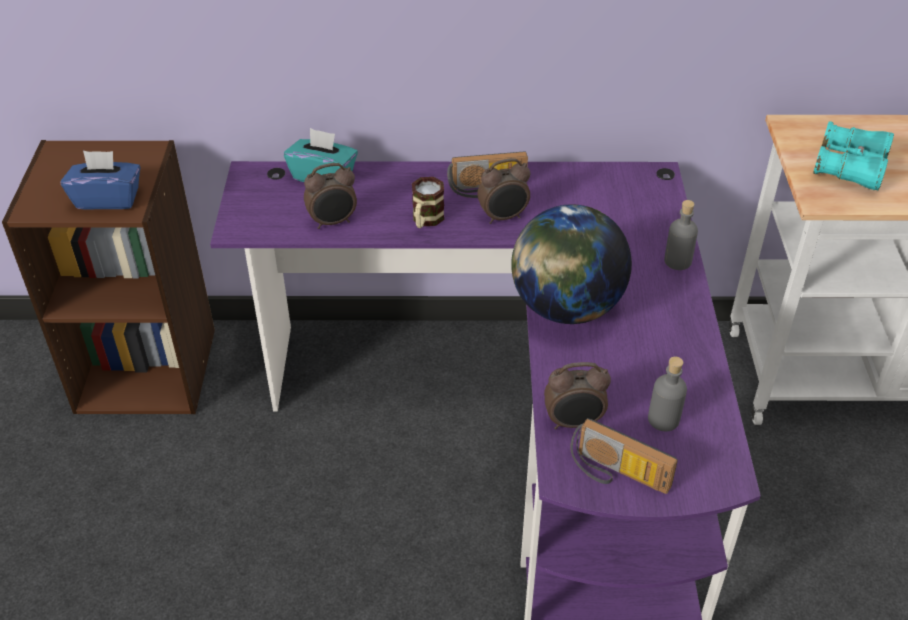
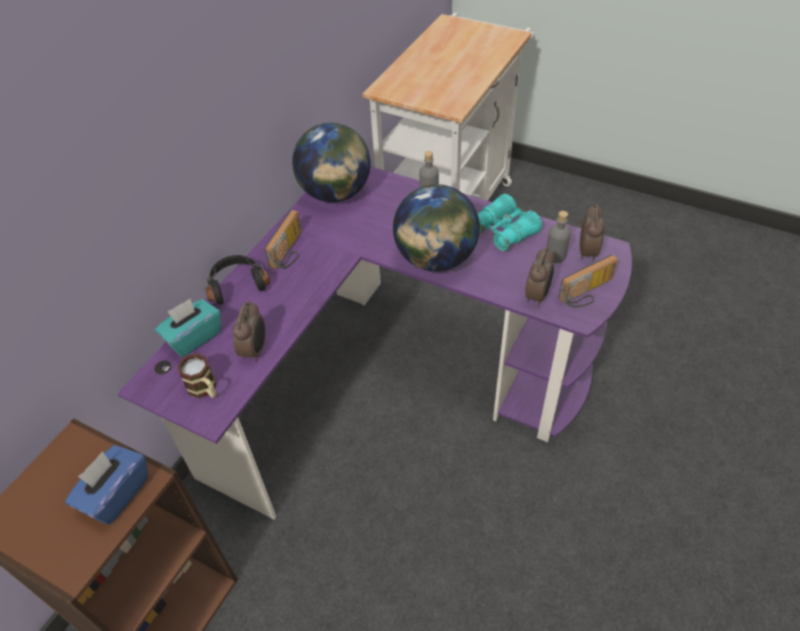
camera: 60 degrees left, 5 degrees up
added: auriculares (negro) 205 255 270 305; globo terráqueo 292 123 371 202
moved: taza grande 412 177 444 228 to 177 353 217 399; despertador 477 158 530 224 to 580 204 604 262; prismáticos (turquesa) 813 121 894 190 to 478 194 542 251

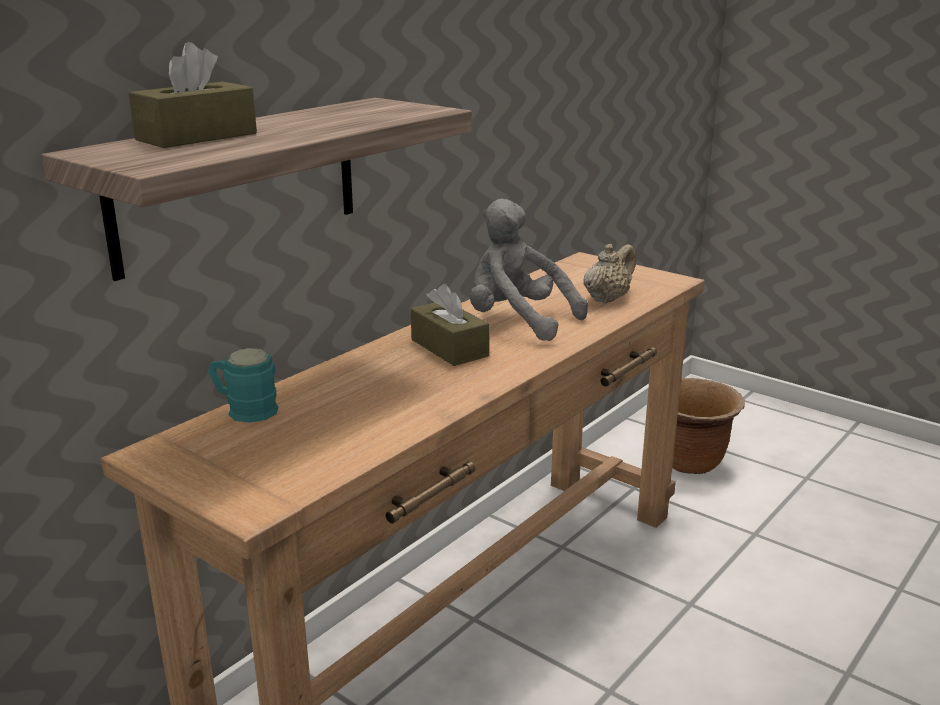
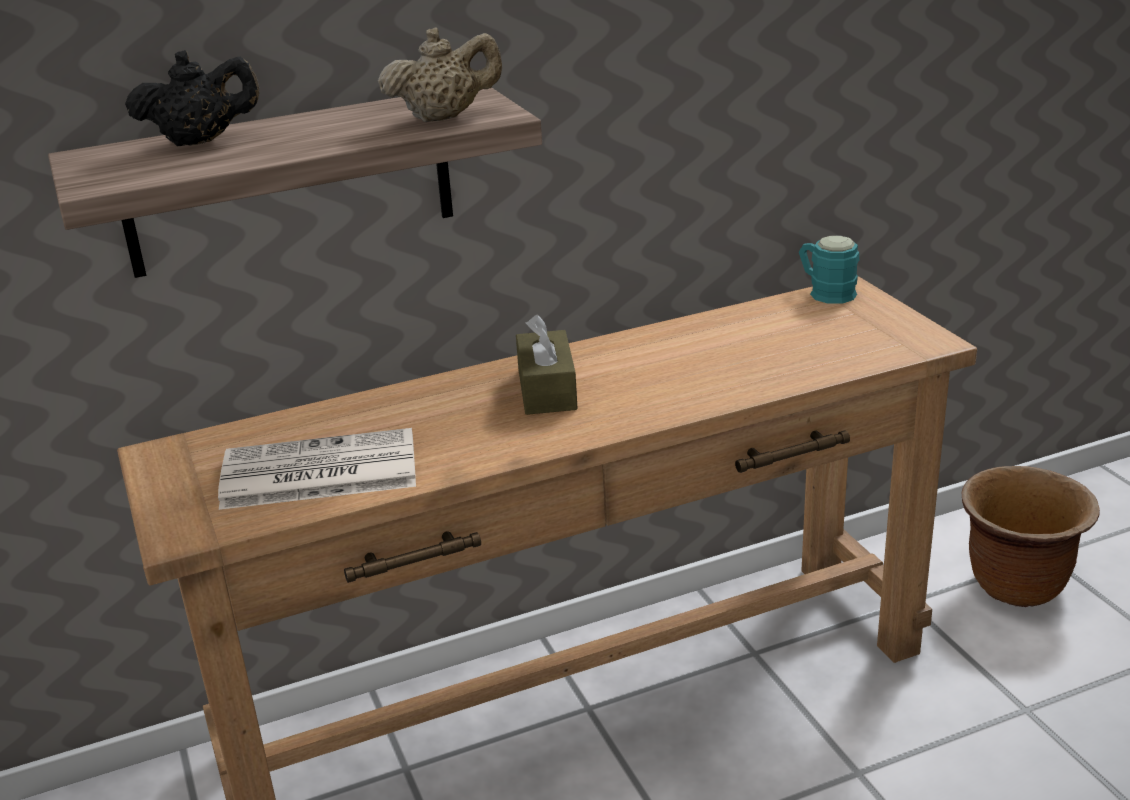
camera: 30 degrees right, 5 degrees up
removed: peluche (gris) 470 199 588 341
added: periódico 218 428 416 510
moved: taza grande (turquesa) 208 348 278 423 to 799 236 859 304; tetera (beis) 583 244 636 304 to 378 27 502 122
replaced: caja de pañuelos (marrón) 129 42 257 148 to tetera (negro) 125 50 259 146

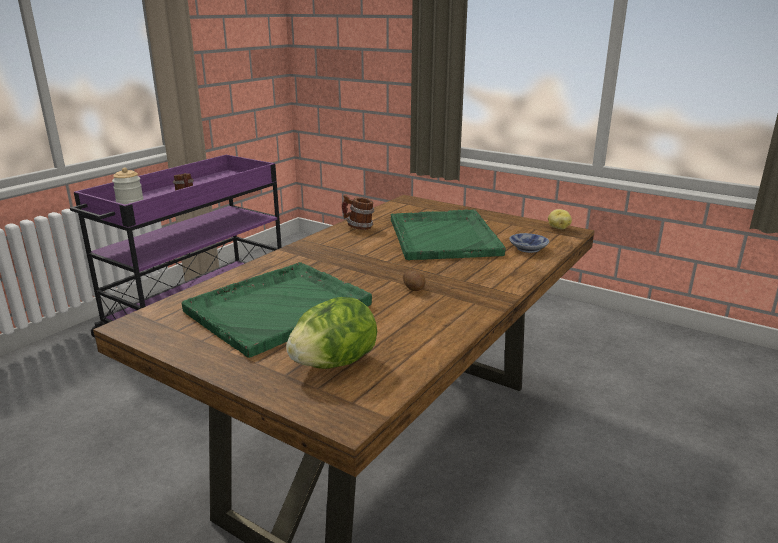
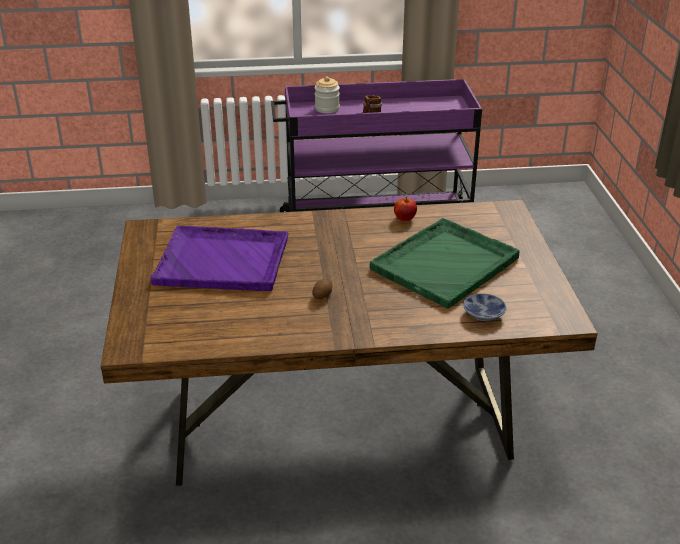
camera: 50 degrees right, 10 degrees up
removed: lechuga 286 297 377 369; patata 548 209 572 230
replaced: taza grande 342 195 375 230 to manzana 394 197 417 221
recoloured: bandeja (verde) 182 262 372 358 to bandeja (morado) 150 226 289 291

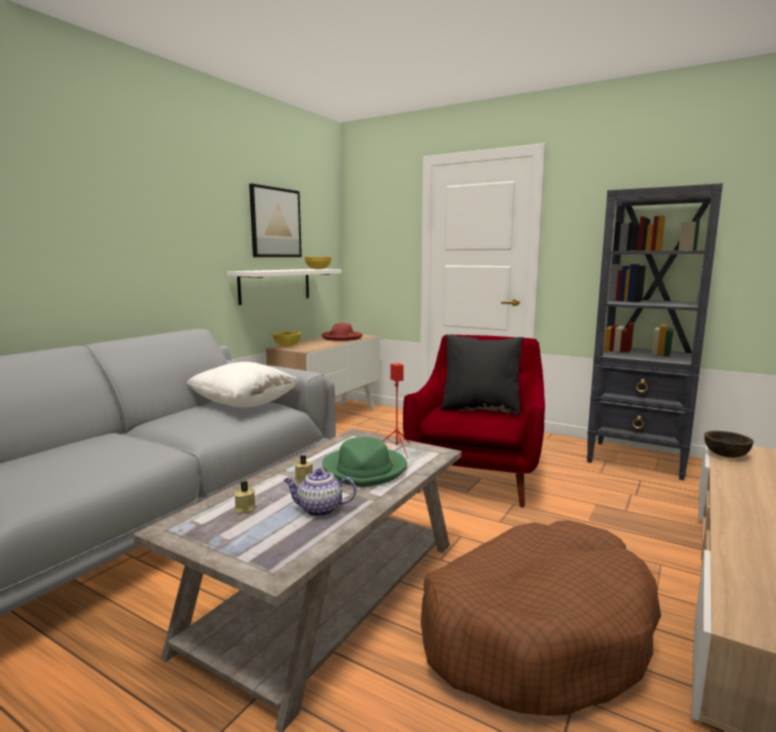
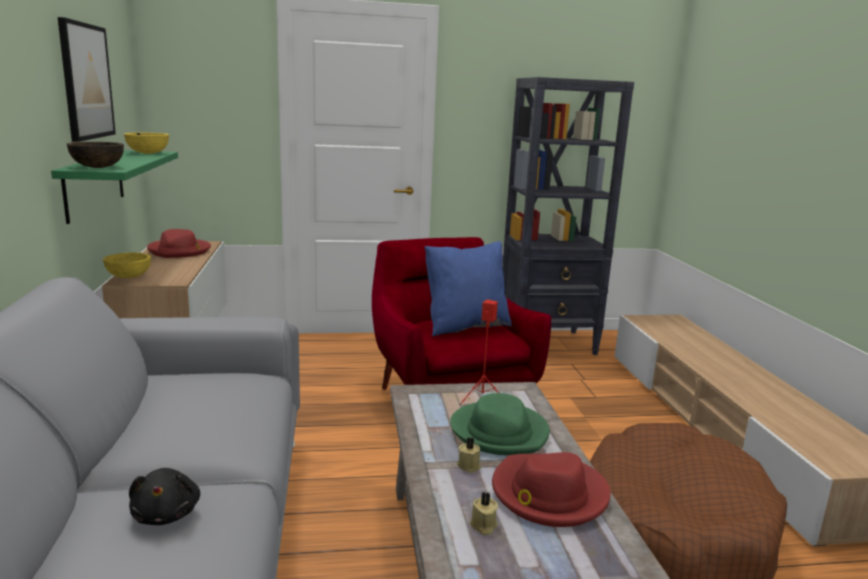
camera: 40 degrees left, 5 degrees up
removed: cojín (blanco) 186 362 299 408
added: peluche (negro) 129 468 200 525
moved: cuenco (marrón) 704 431 754 458 to 67 142 124 168
replaced: tetera 283 469 356 517 to sombrero (rojo) 492 452 610 527
recoloured: estante (blanco) 227 269 341 305 to estante (verde) 51 150 178 224; cojín (negro) 440 334 523 415 to cojín (azul) 425 241 512 336

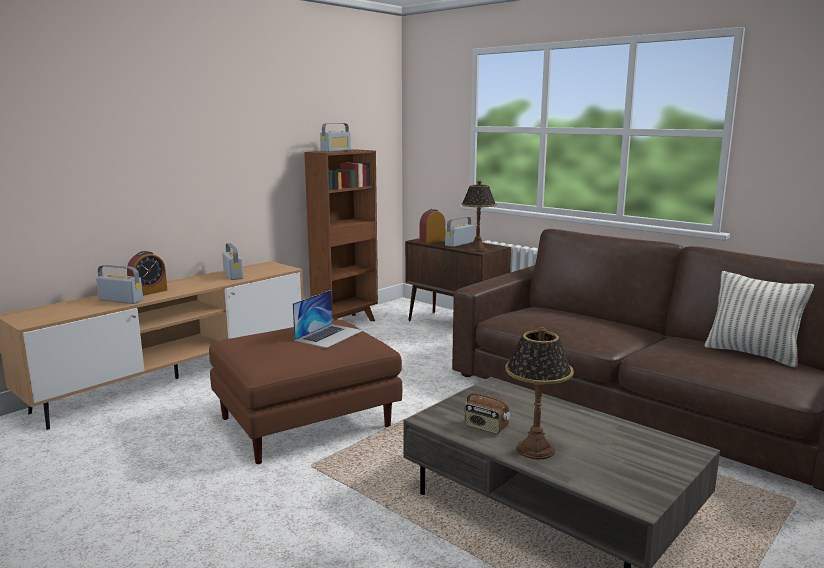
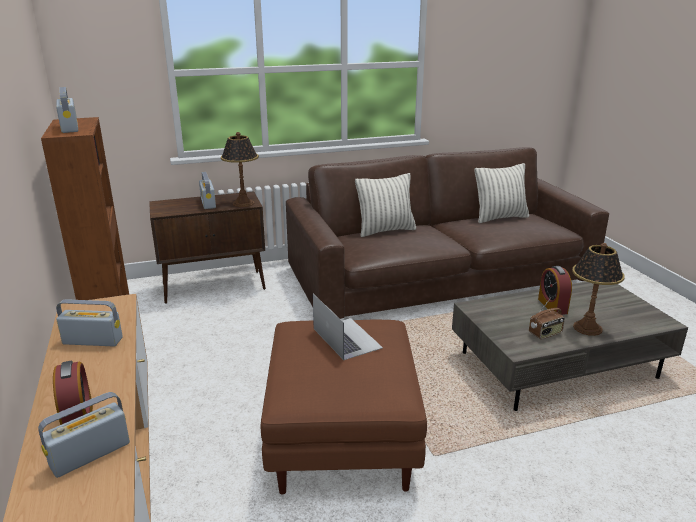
camera: 60 degrees left, 10 degrees up
added: cojín 355 173 416 237
moved: despertador 419 209 445 244 to 538 266 572 315

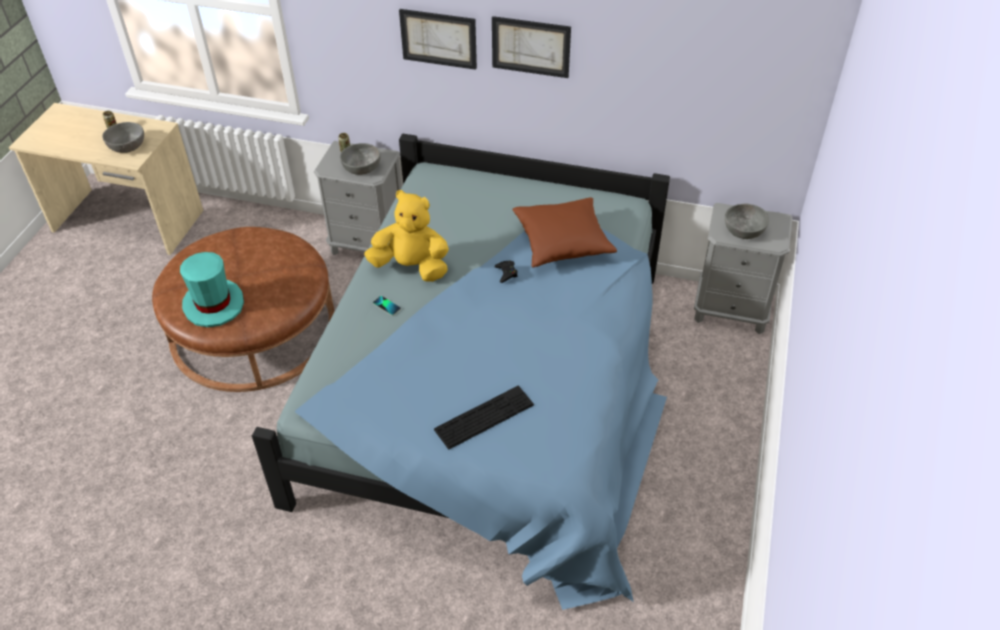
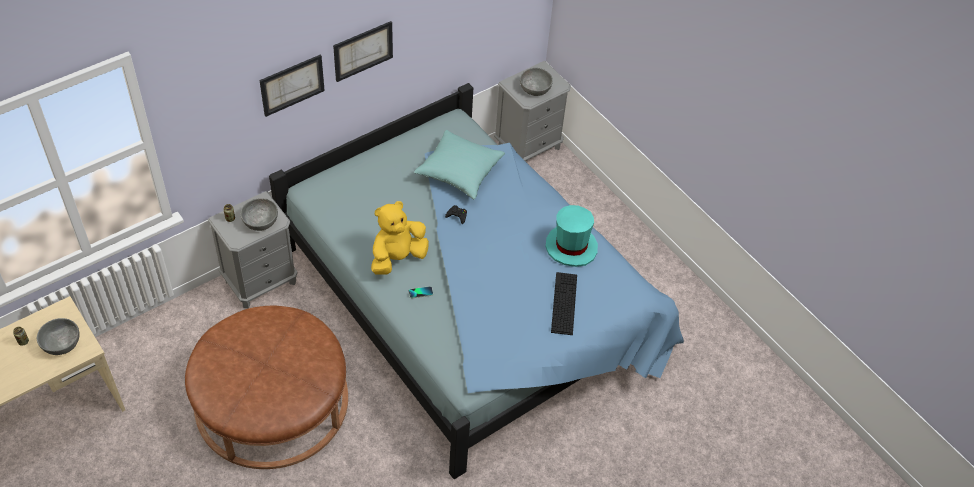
camera: 55 degrees left, 5 degrees up
moved: sombrero (turquesa) 180 252 244 327 to 546 205 598 267
recoloured: cojín (marrón) 512 198 617 267 to cojín (turquesa) 414 130 505 199

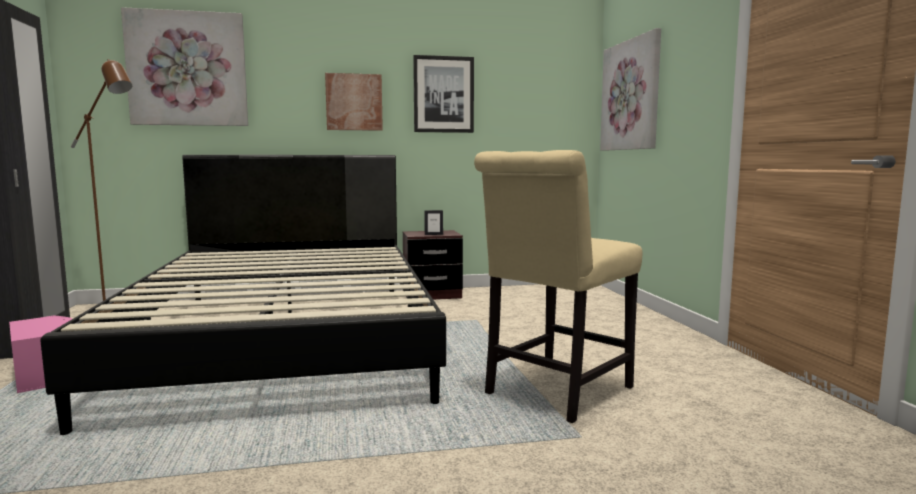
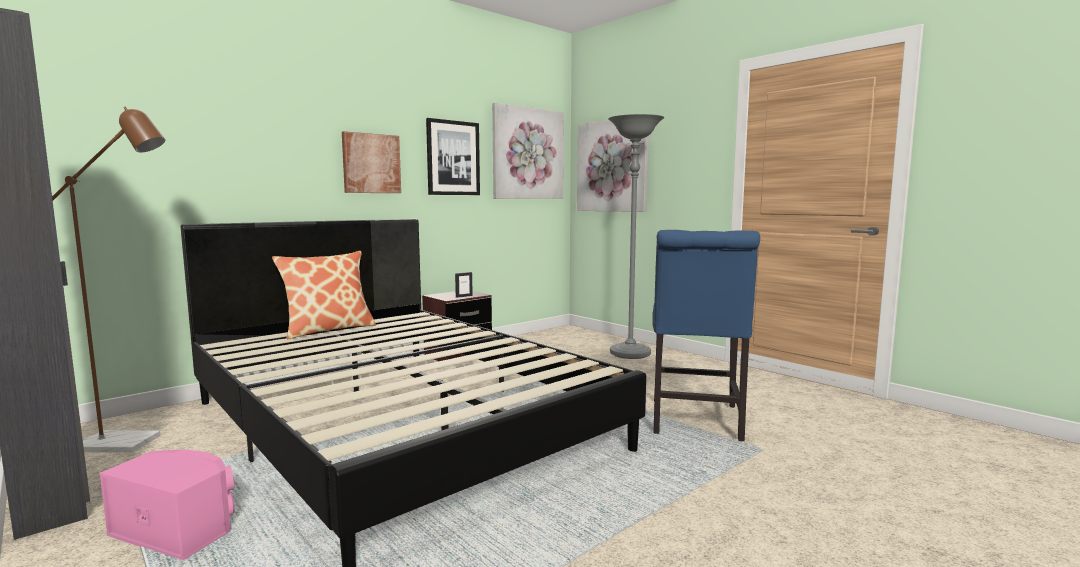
camera: 30 degrees left, 0 degrees up
added: cojín 272 251 376 339; lámpara de pie (gris) 608 114 664 359
moved: cuadro 121 7 248 126 to 492 103 564 199
recoloured: silla (beis) 474 150 643 423 to silla (azul) 653 230 760 441

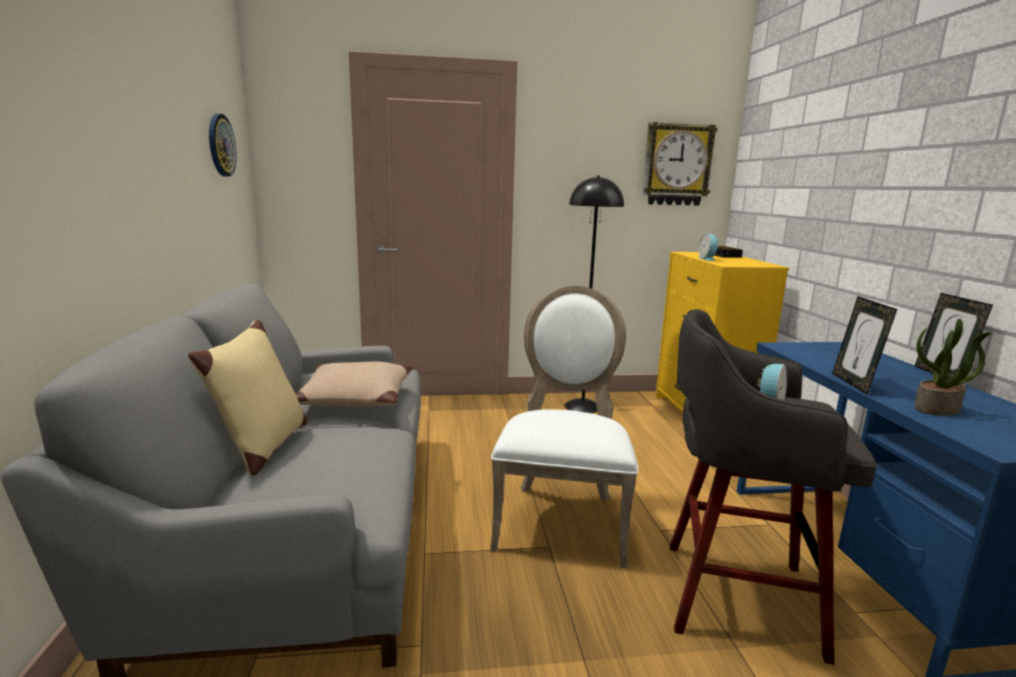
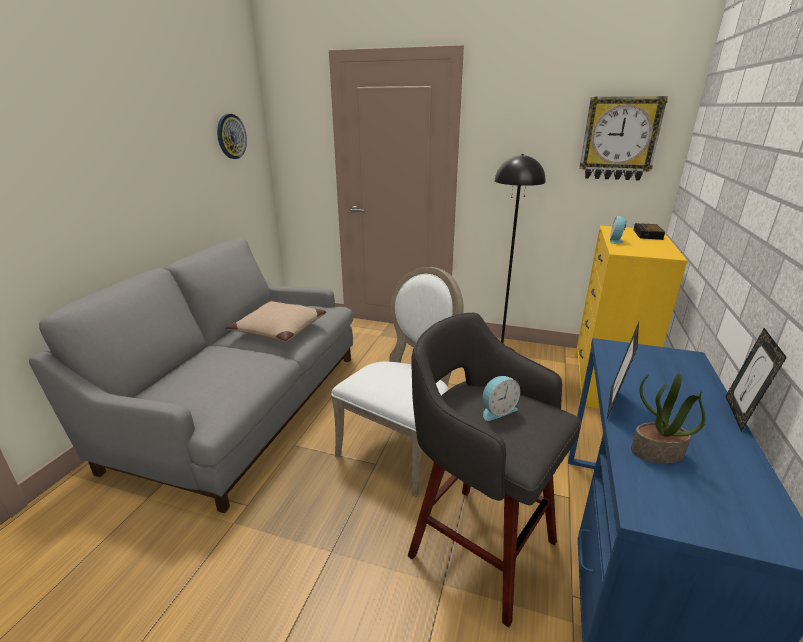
camera: 25 degrees right, 10 degrees up
removed: cojín (beis) 188 319 307 476

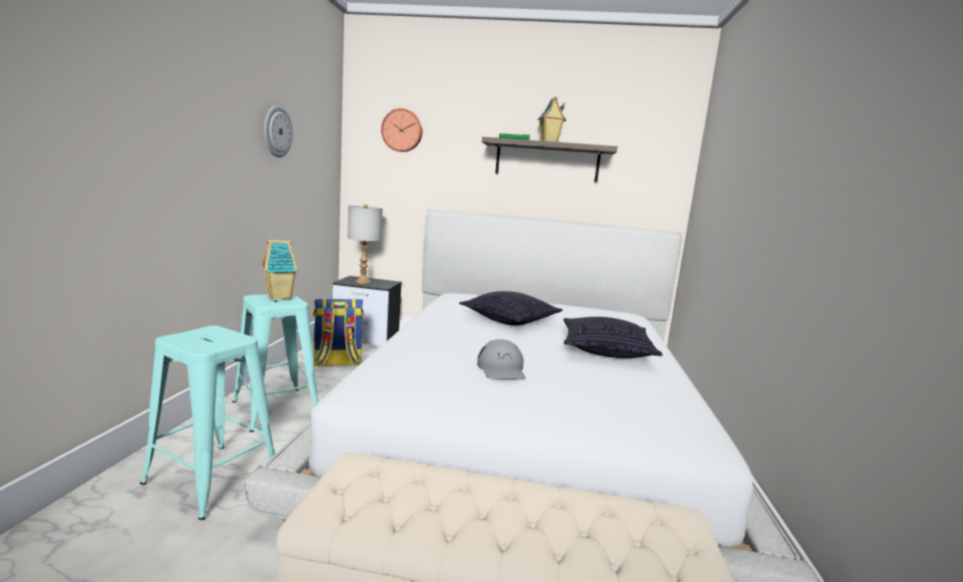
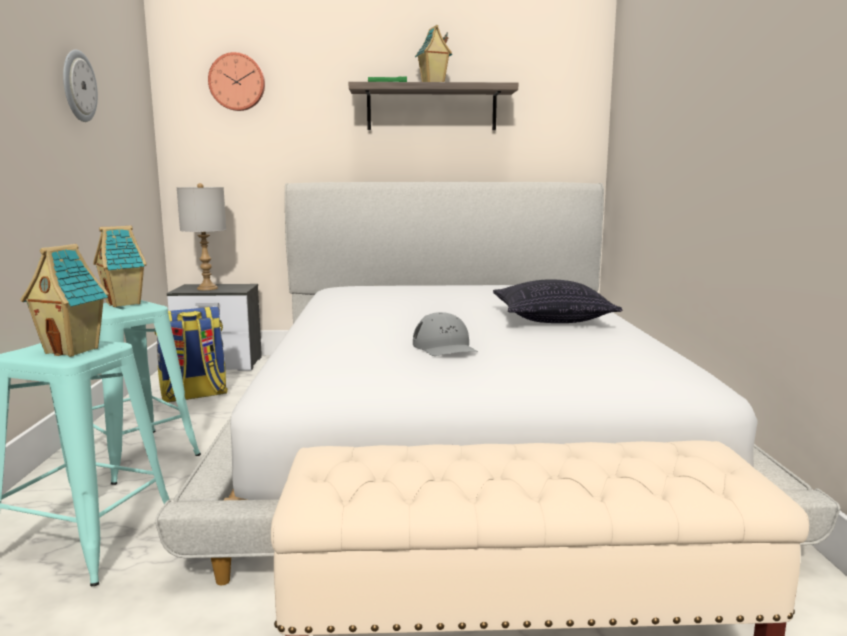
camera: 10 degrees left, 0 degrees up
removed: cojín 459 291 563 325
added: casita 20 244 109 357

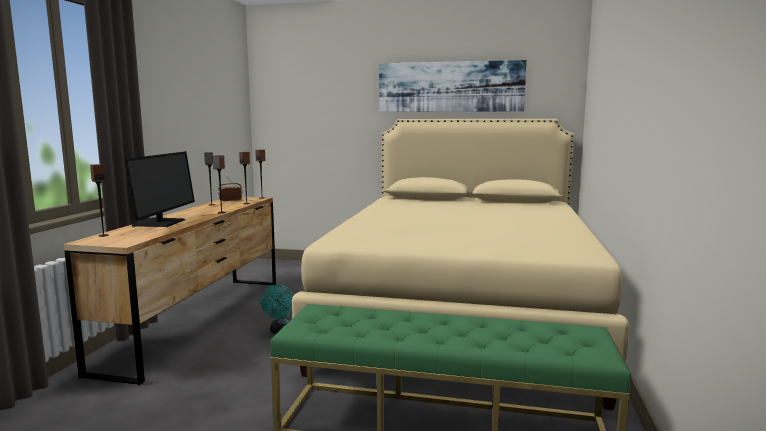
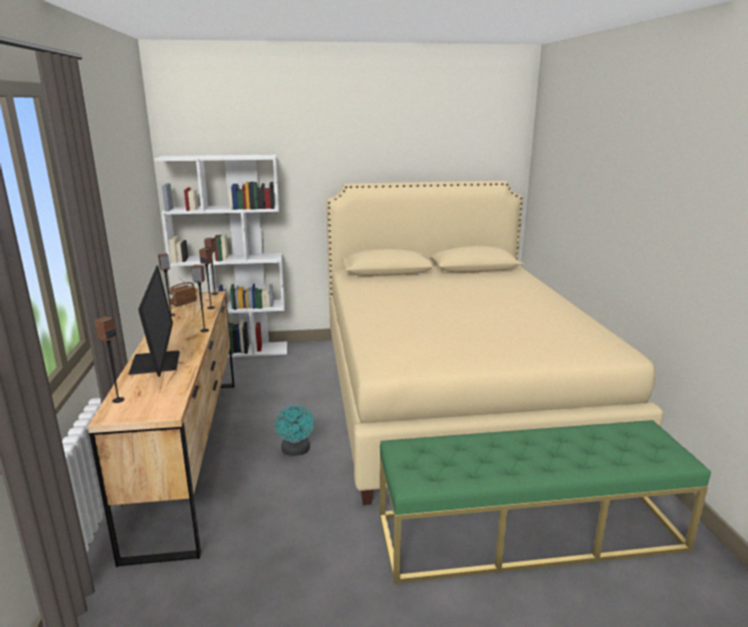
camera: 20 degrees left, 10 degrees up
removed: cuadro 379 60 526 112
added: estantería (blanco) 155 155 287 358

